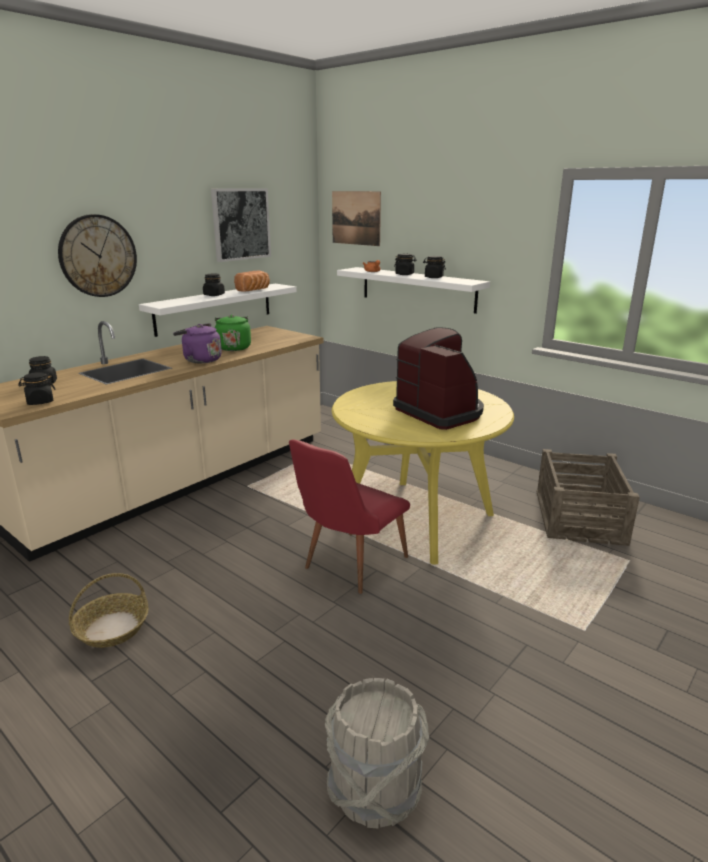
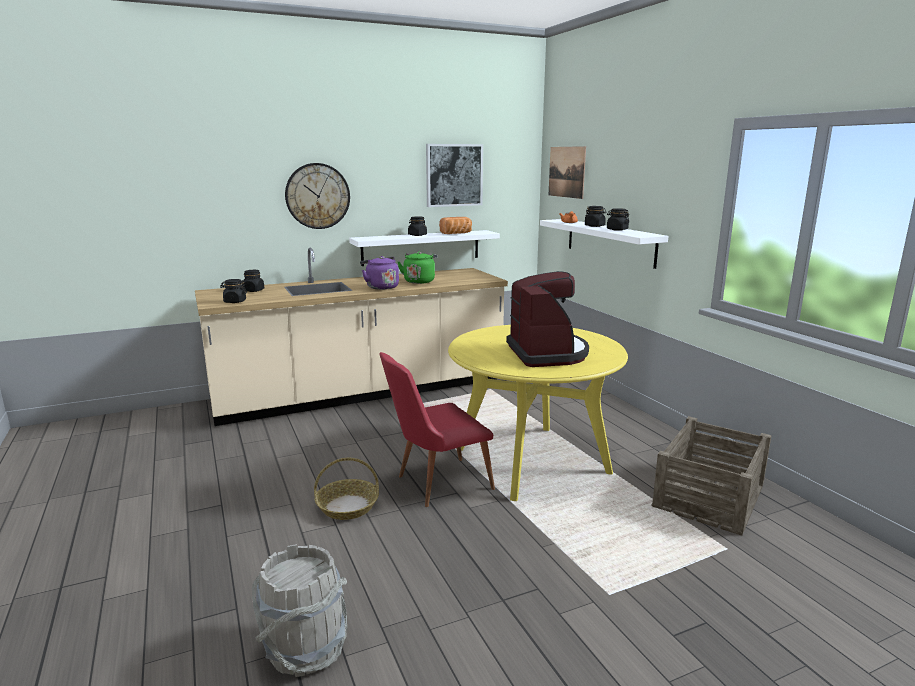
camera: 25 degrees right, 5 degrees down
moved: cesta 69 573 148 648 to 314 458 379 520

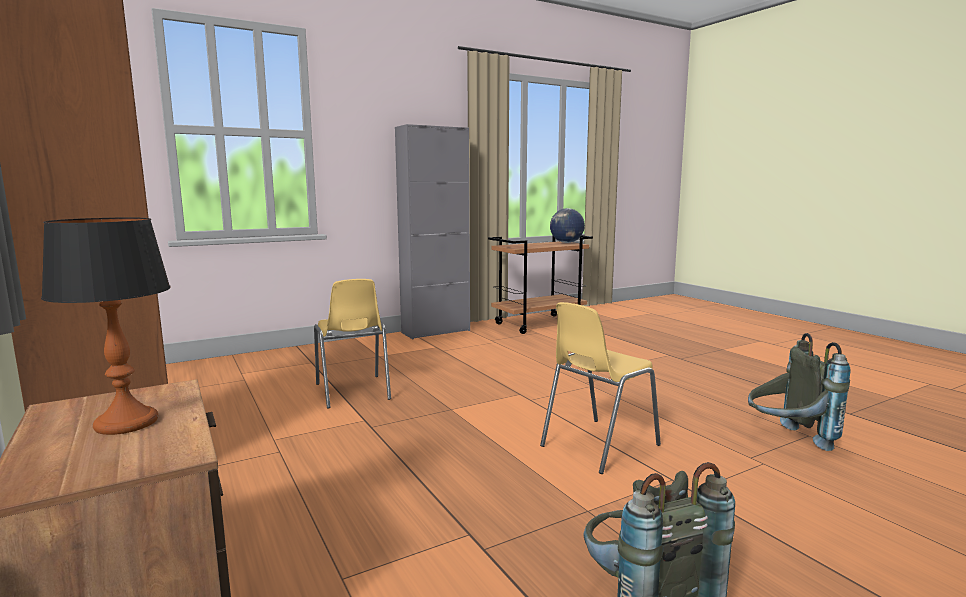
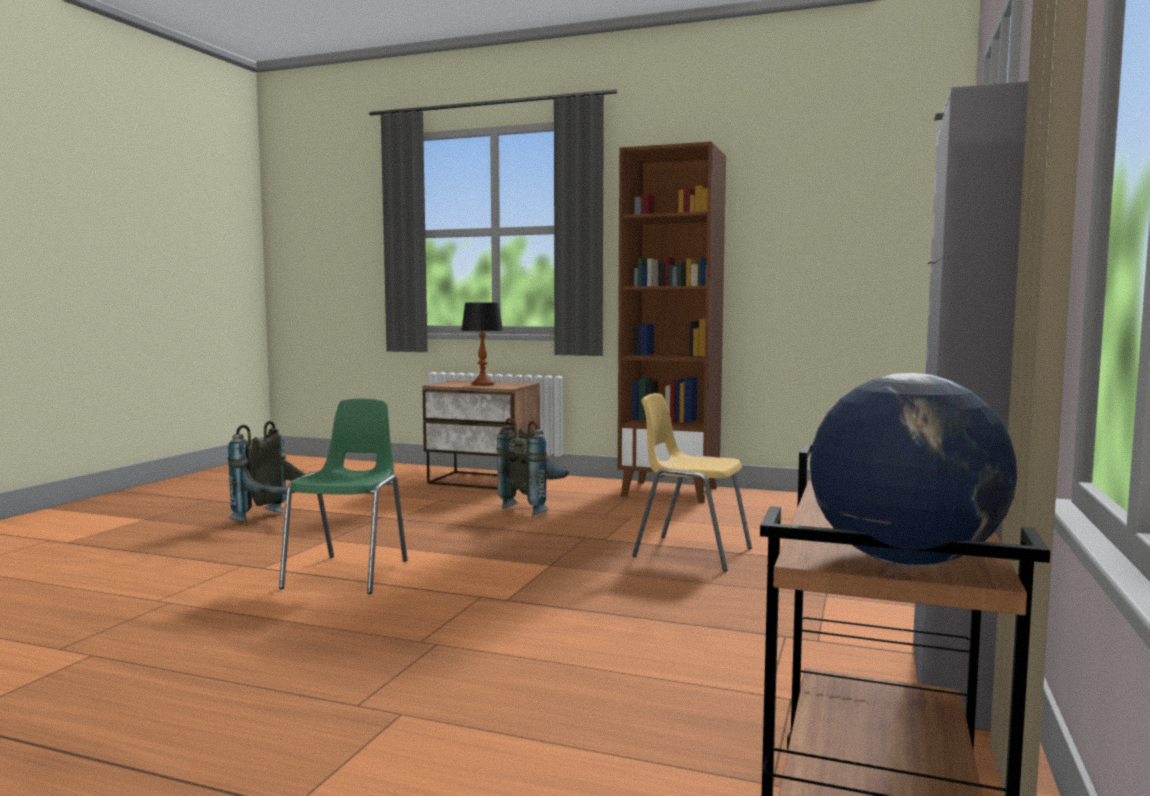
camera: 140 degrees right, 5 degrees down
moved: mochila (gris) 748 333 850 451 to 497 418 569 515
recoloured: silla (amarillo) 540 302 661 474 to silla (verde) 279 399 407 594

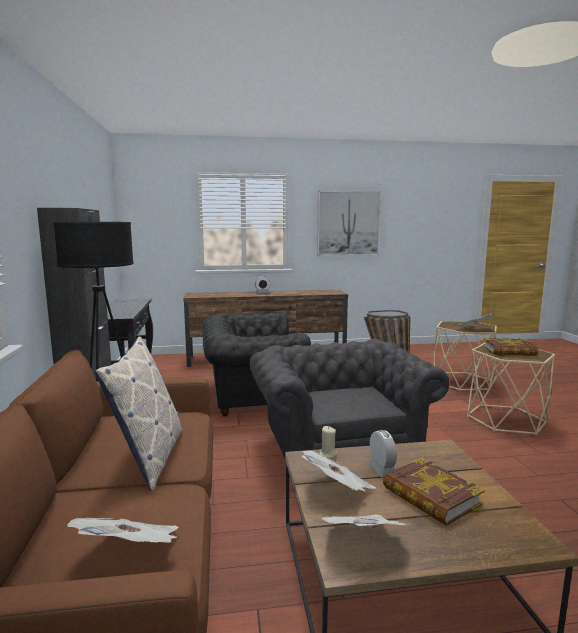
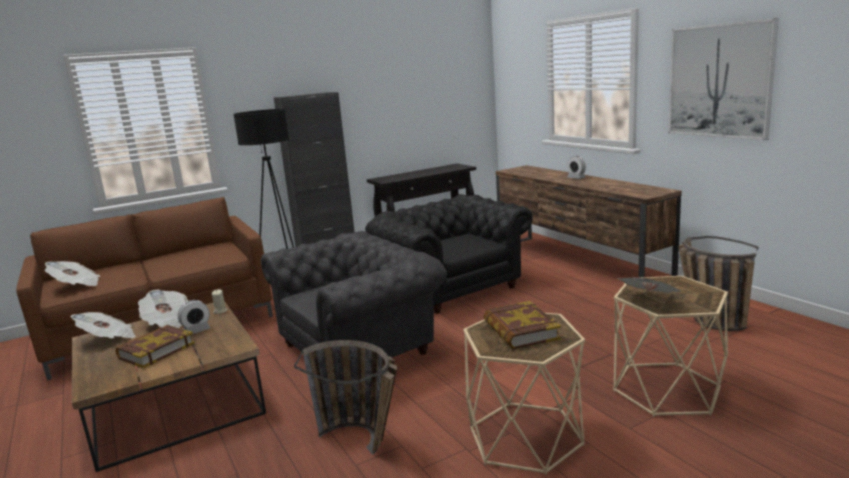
camera: 70 degrees right, 5 degrees up
removed: cojín 94 337 183 491
added: cesta 294 340 397 455

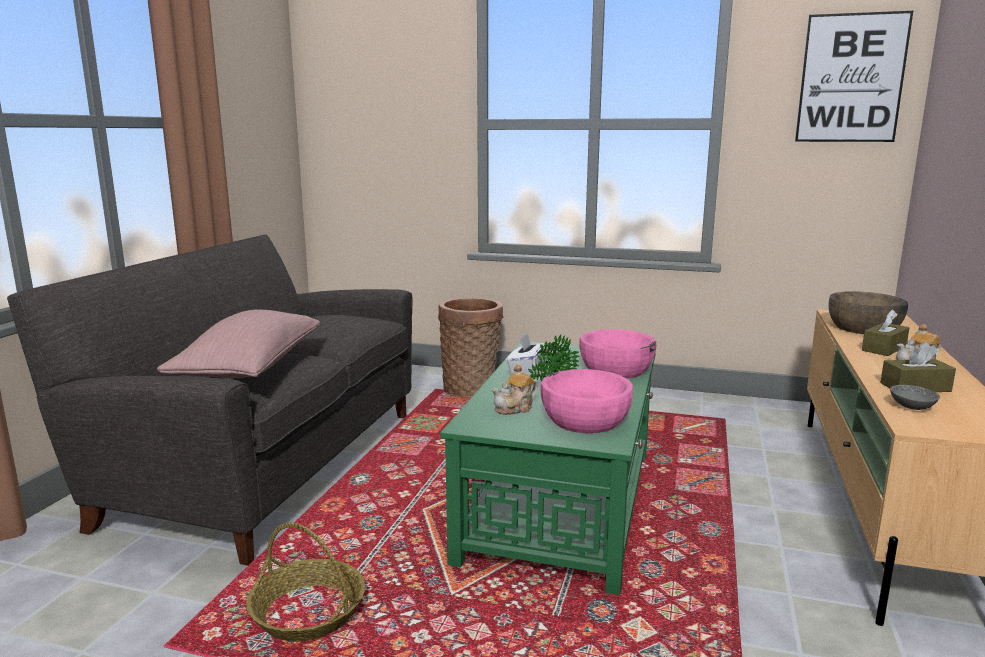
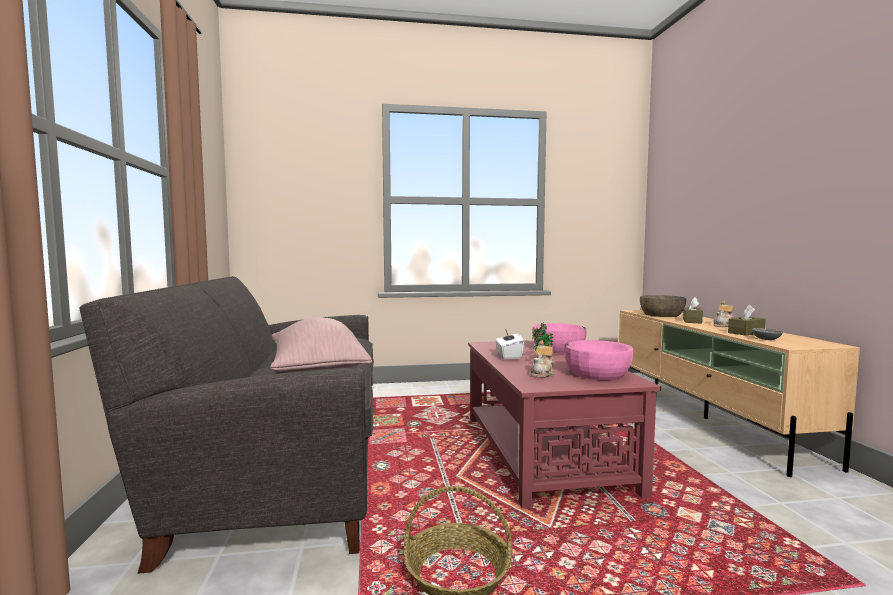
camera: 25 degrees left, 10 degrees down
removed: cesta 438 297 504 398; cuadro 795 11 913 142
recoloured: mesa de centro (verde) 440 342 656 595 to mesa de centro (rojo) 468 340 661 508

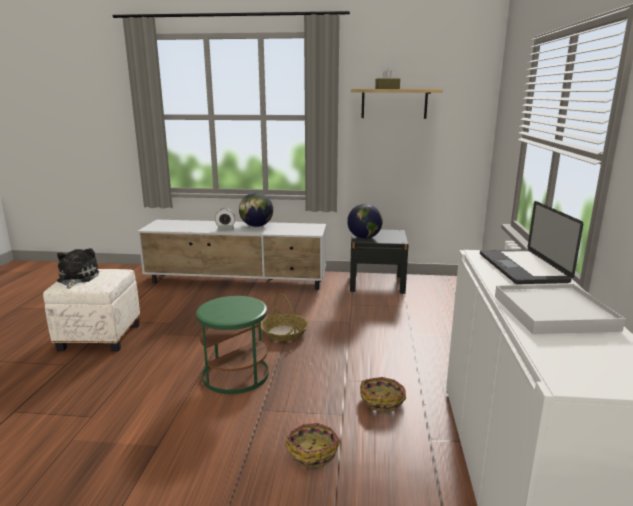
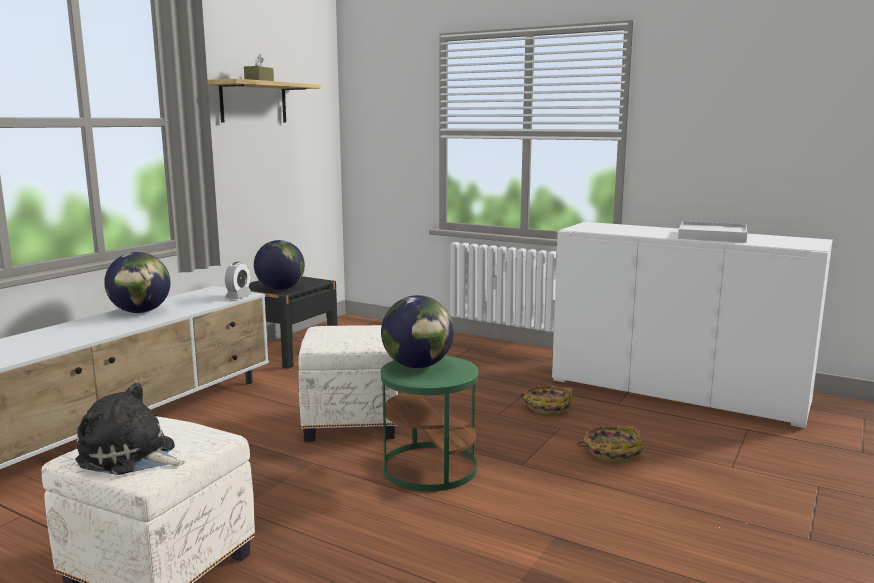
camera: 65 degrees left, 5 degrees down
removed: portátil 480 201 583 284
added: globo terráqueo 381 295 454 368
moved: despertador 215 208 235 231 to 225 262 252 299
replaced: cesta 261 293 309 341 to puf (blanco) 298 325 398 442

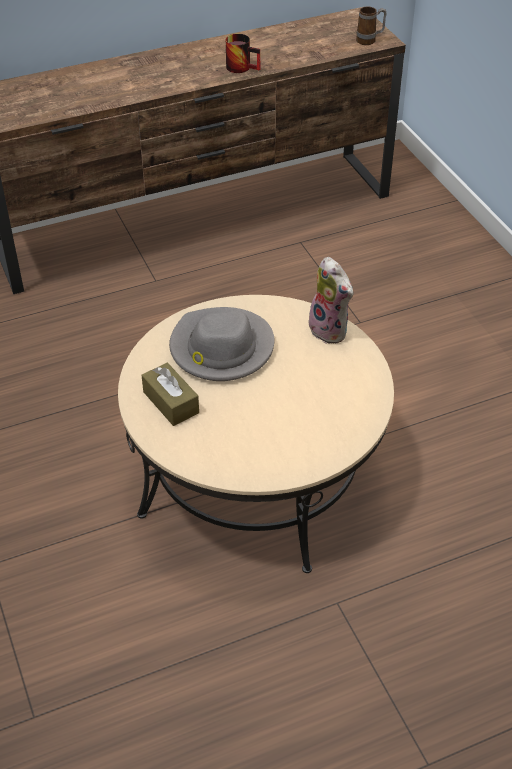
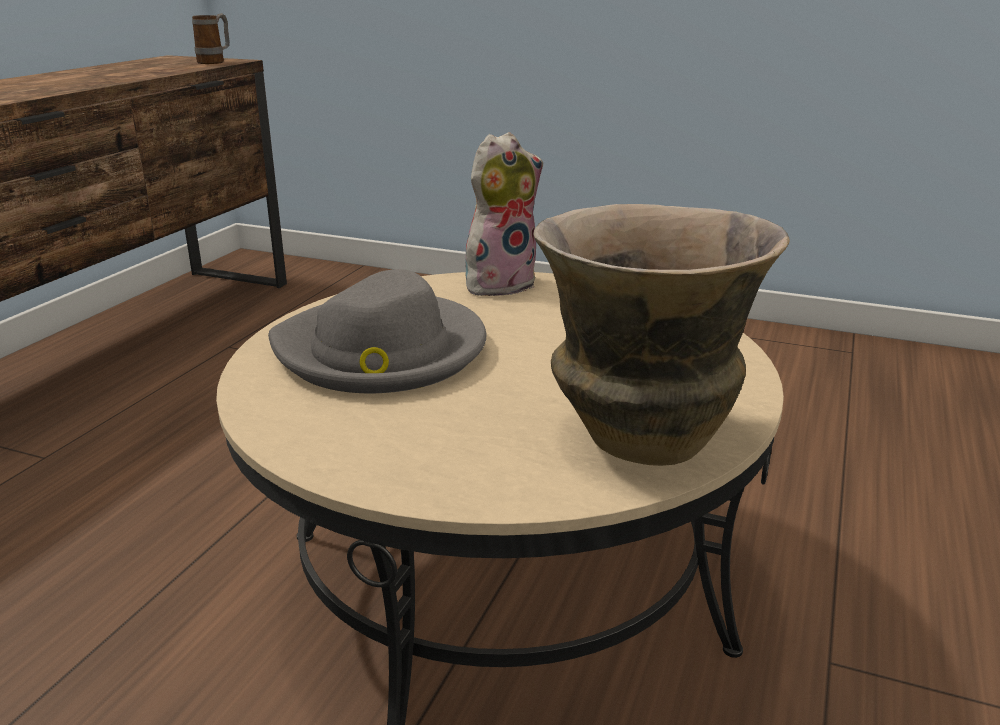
camera: 45 degrees left, 20 degrees down
removed: caja de pañuelos (marrón) 142 363 199 426; taza grande 226 34 260 73
added: florero 533 204 790 466
turned: peluche 308 257 353 344 = 465 132 543 296 45 degrees counterclockwise

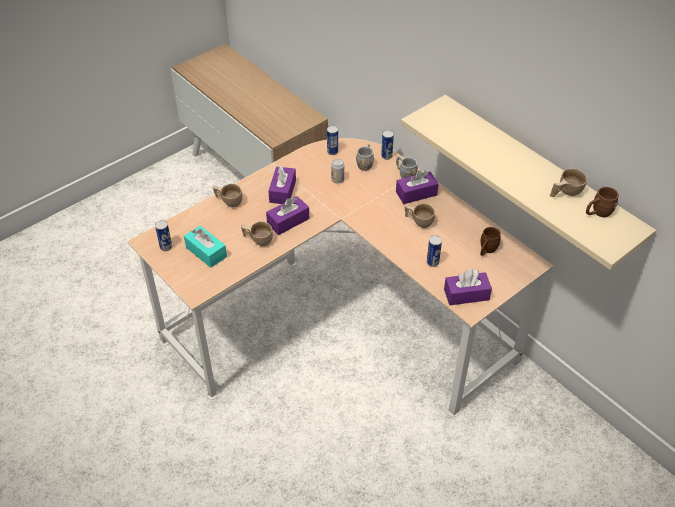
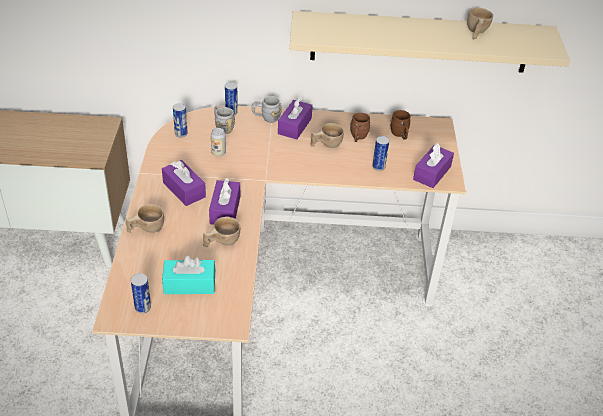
camera: 50 degrees left, 5 degrees down
moved: taza grande (marrón) 586 187 619 217 to 350 113 370 142

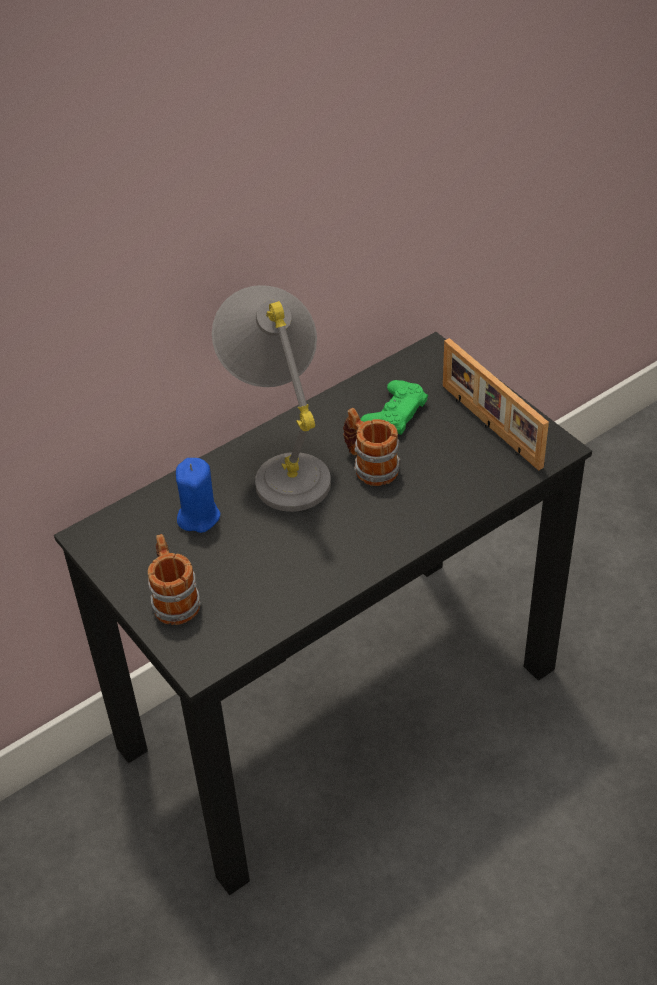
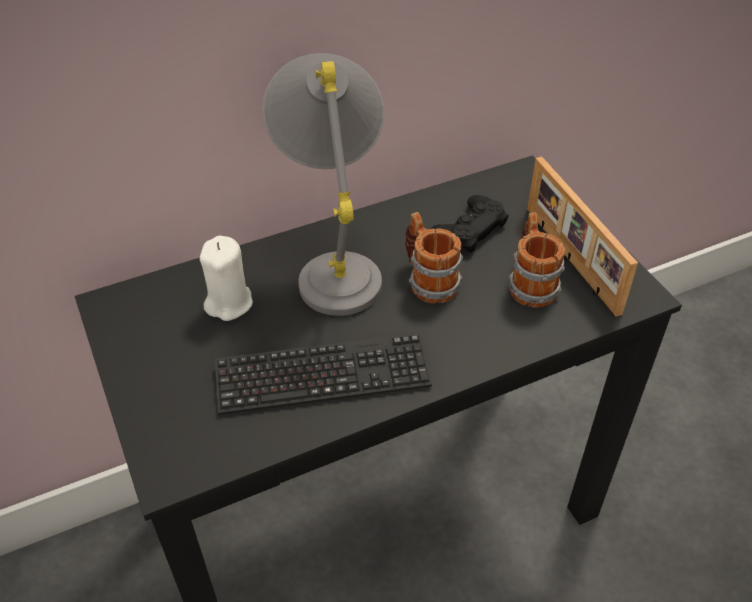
camera: 10 degrees right, 0 degrees up
added: teclado 215 333 432 415
moved: taza grande 148 534 201 625 to 509 212 565 307
recoloured: vela (azul) 176 458 221 533 to vela (blanco) 200 235 253 321; mando de consola (verde) 360 380 428 435 to mando de consola (negro) 431 195 509 253

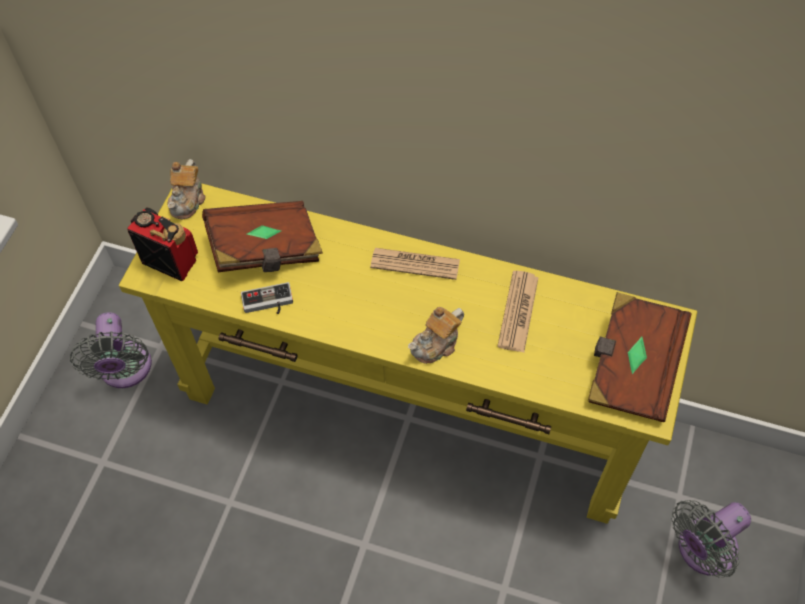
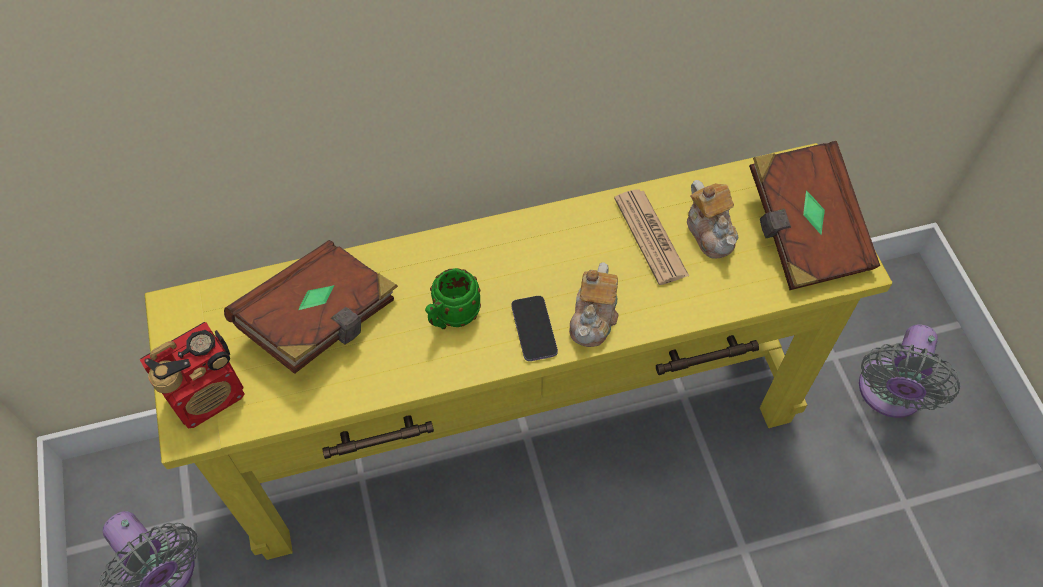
camera: 35 degrees left, 0 degrees up
removed: mando de consola 241 282 293 314; periódico 370 248 460 280
added: taza grande (verde) 425 268 481 329; móvil 511 296 558 361
moved: tetera 168 159 206 219 to 687 180 738 259
turned: radio 127 207 198 281 = 140 322 245 428 150 degrees clockwise

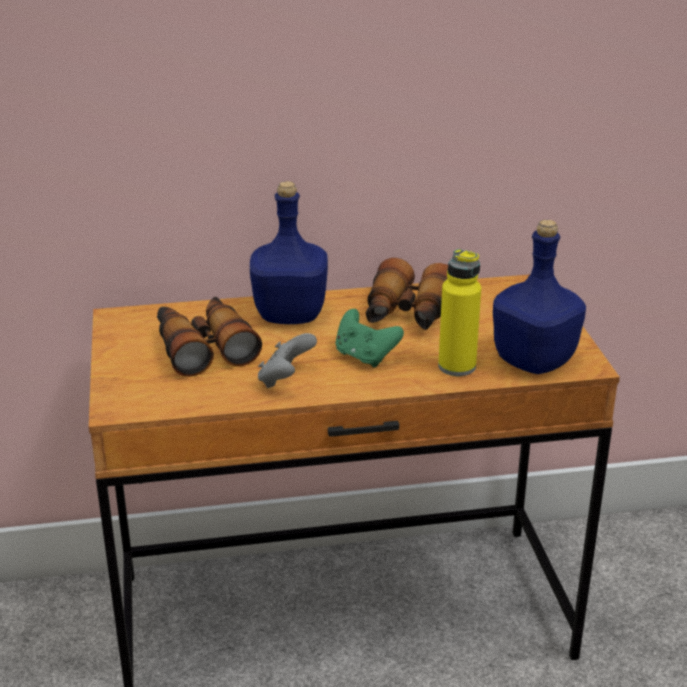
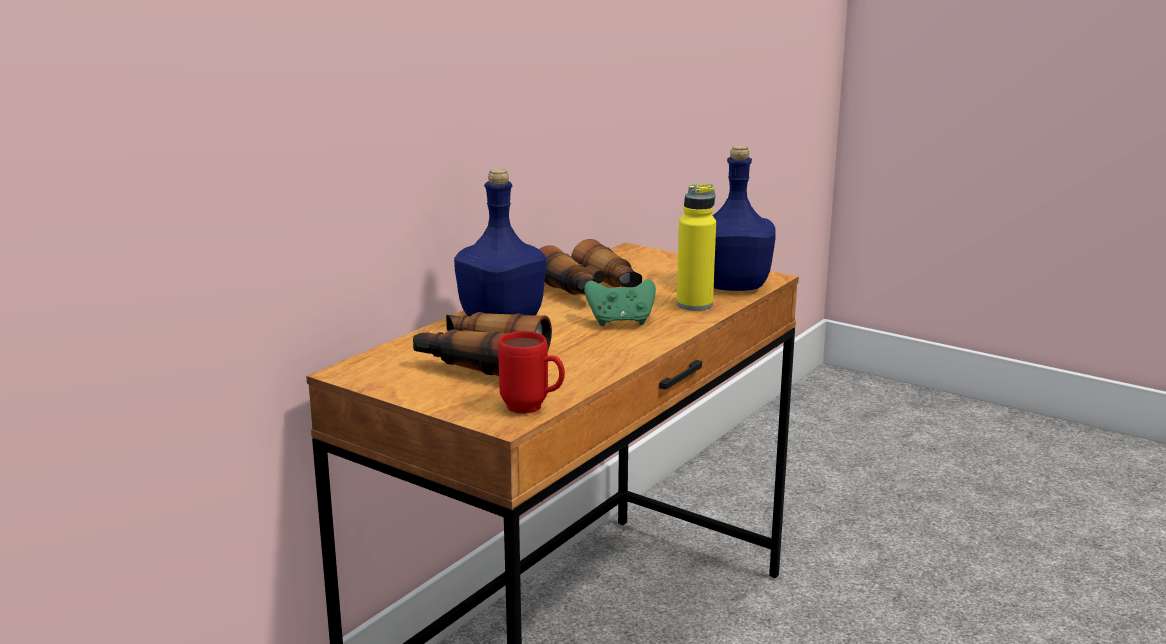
camera: 45 degrees left, 10 degrees down
removed: mando de consola (gris) 258 333 317 388
added: taza grande (rojo) 498 331 565 414

